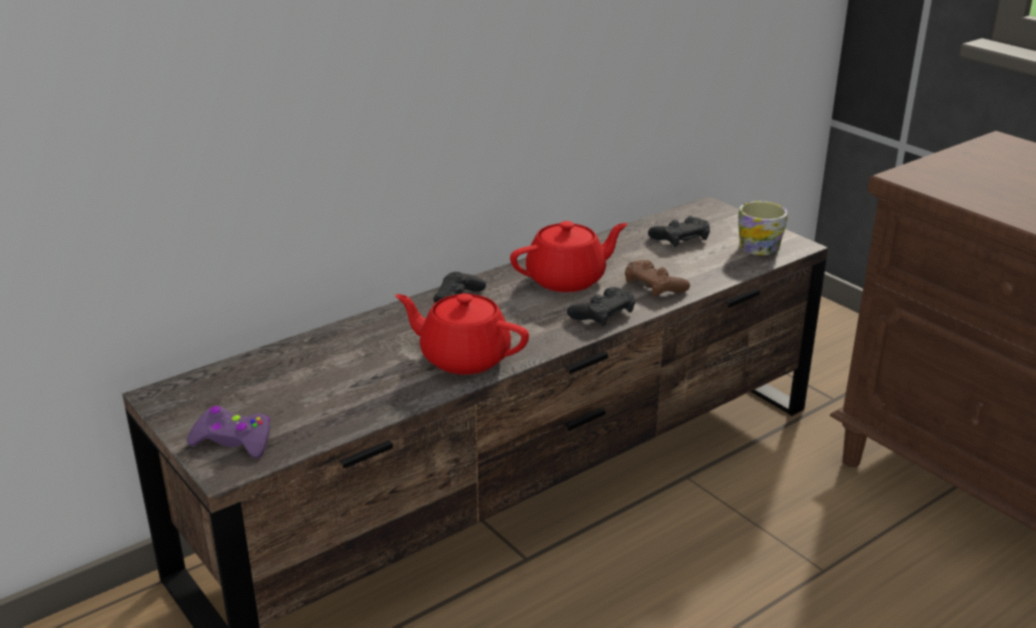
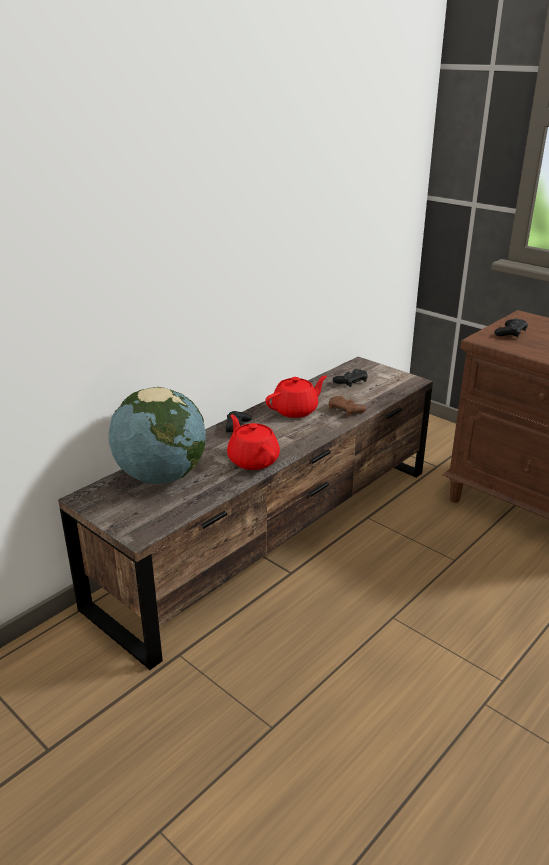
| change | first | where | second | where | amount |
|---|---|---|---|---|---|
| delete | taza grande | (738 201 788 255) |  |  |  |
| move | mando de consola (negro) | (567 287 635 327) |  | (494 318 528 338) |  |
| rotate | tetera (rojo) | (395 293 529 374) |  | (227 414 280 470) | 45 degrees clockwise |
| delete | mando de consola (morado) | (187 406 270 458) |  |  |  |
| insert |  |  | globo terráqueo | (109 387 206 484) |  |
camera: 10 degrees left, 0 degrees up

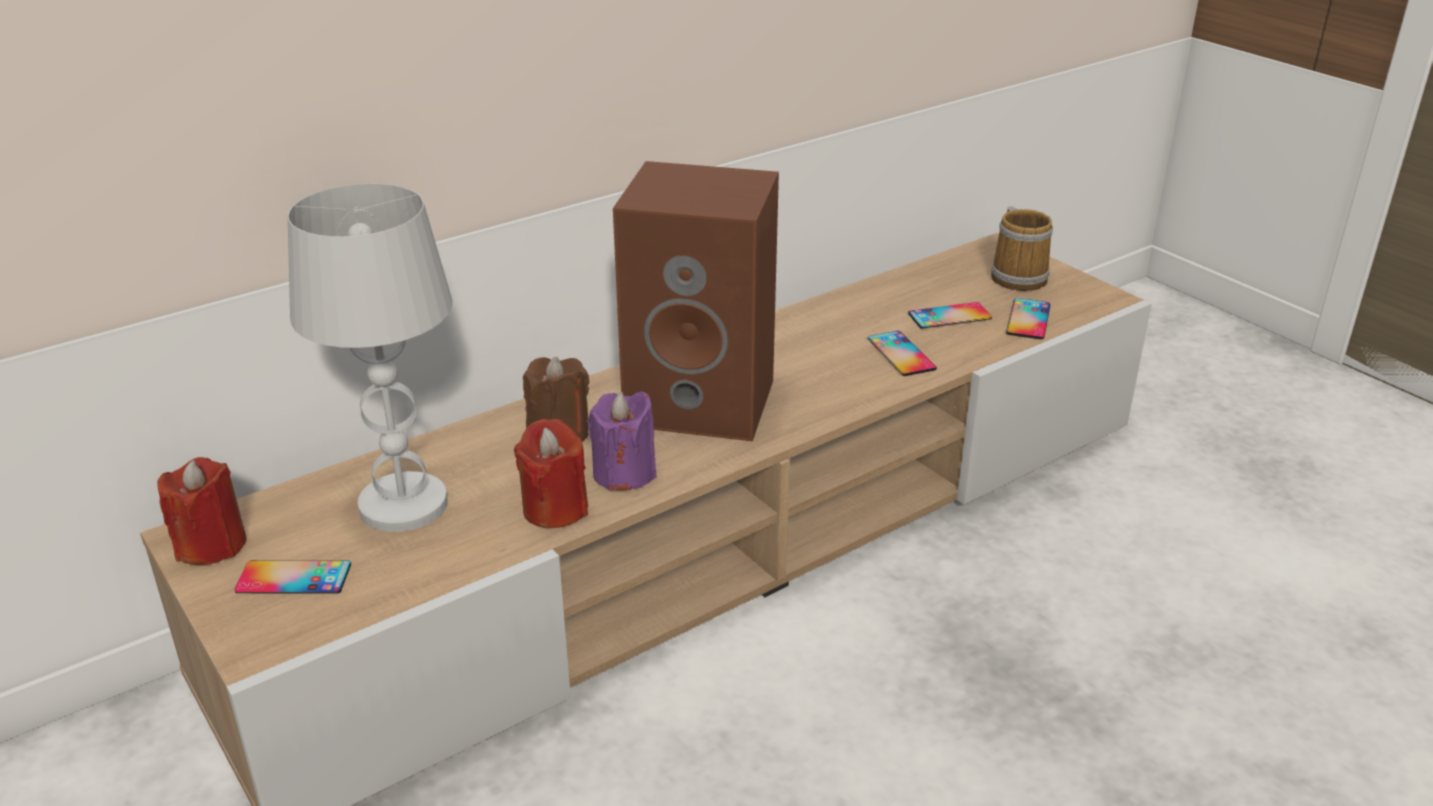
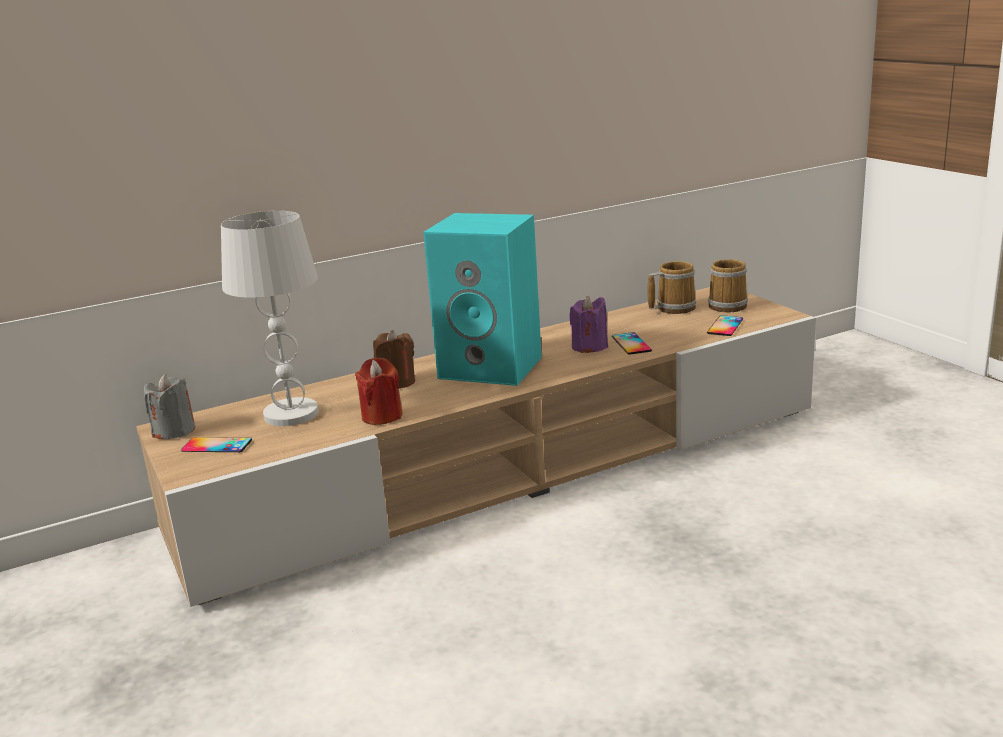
| change | first | where | second | where | amount |
|---|---|---|---|---|---|
| recolor | altavoz (marrón) | (613 161 779 441) | altavoz (turquesa) | (423 213 542 386) |  |
| delete | móvil | (908 302 992 329) |  |  |  |
| move | vela (morado) | (588 391 657 491) |  | (569 295 608 353) |  |
| recolor | vela (rojo) | (157 457 246 565) | vela (gris) | (144 374 195 439) |  |
| insert |  |  | taza grande | (647 261 696 314) |  |
camera: 10 degrees right, 10 degrees down

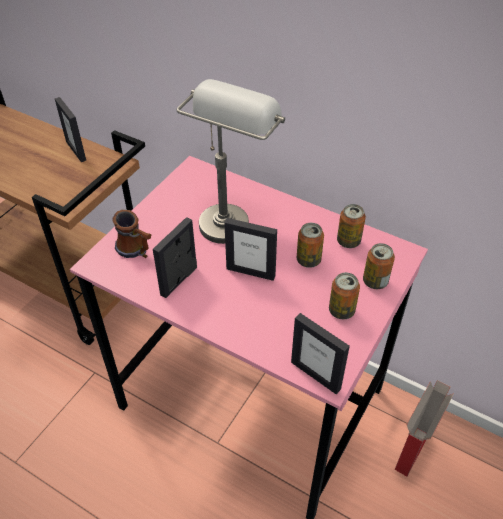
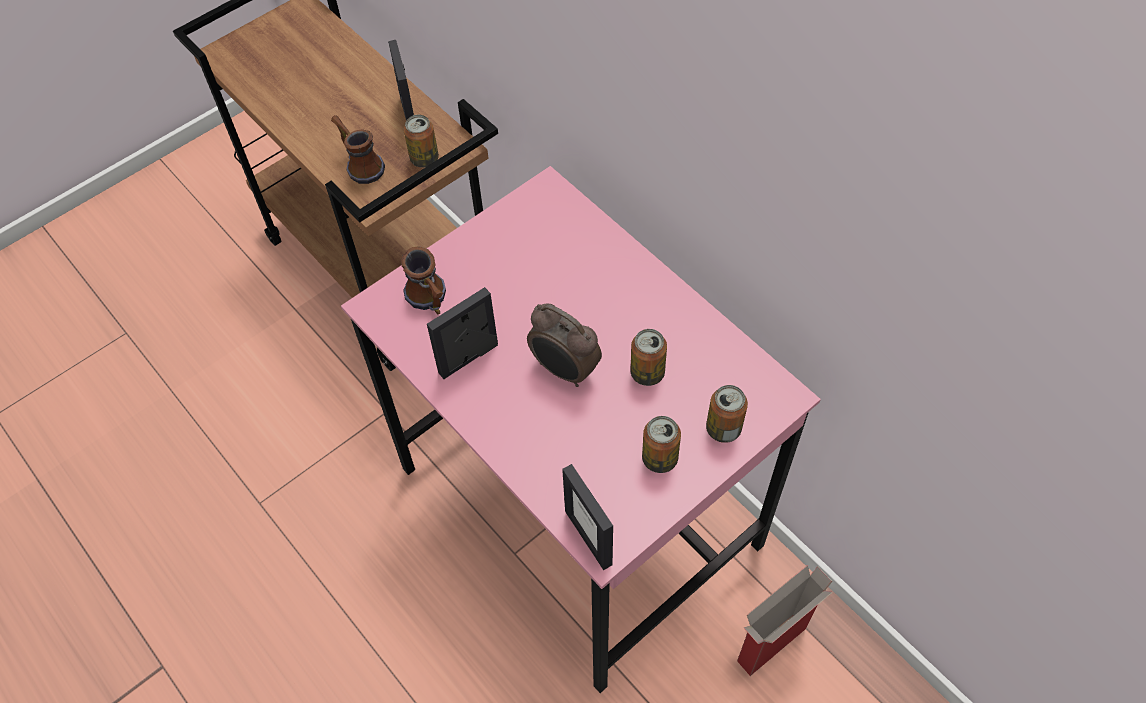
| change | first | where | second | where | amount |
|---|---|---|---|---|---|
| delete | lámpara de mesa (gris) | (177 79 285 244) |  |  |  |
| move | lata | (337 204 366 248) |  | (404 115 439 168) |  |
| replace | portarretratos | (224 218 277 281) | despertador | (527 303 602 387) |  |
| insert |  |  | taza grande | (331 115 385 184) |  |
camera: 20 degrees right, 10 degrees up

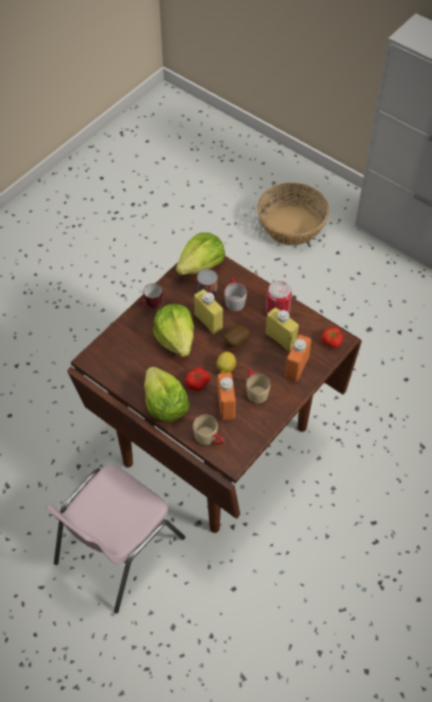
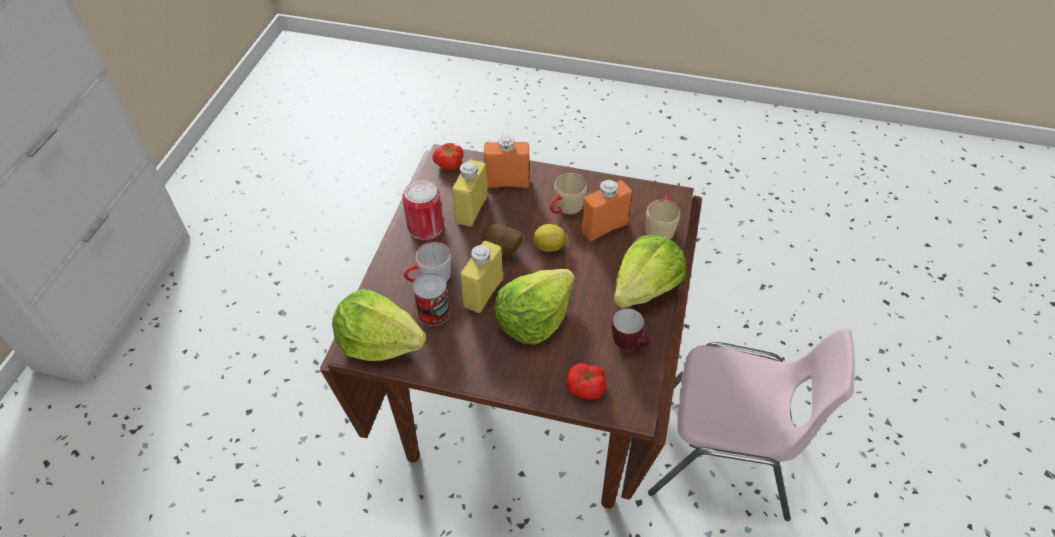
| change | first | where | second | where | amount |
|---|---|---|---|---|---|
| delete | cesta | (257 182 329 246) |  |  |  |
| move | taza grande | (140 283 163 309) |  | (612 308 650 350) |  |
| move | tomate | (185 367 210 391) |  | (566 363 607 400) |  |
camera: 115 degrees left, 5 degrees down

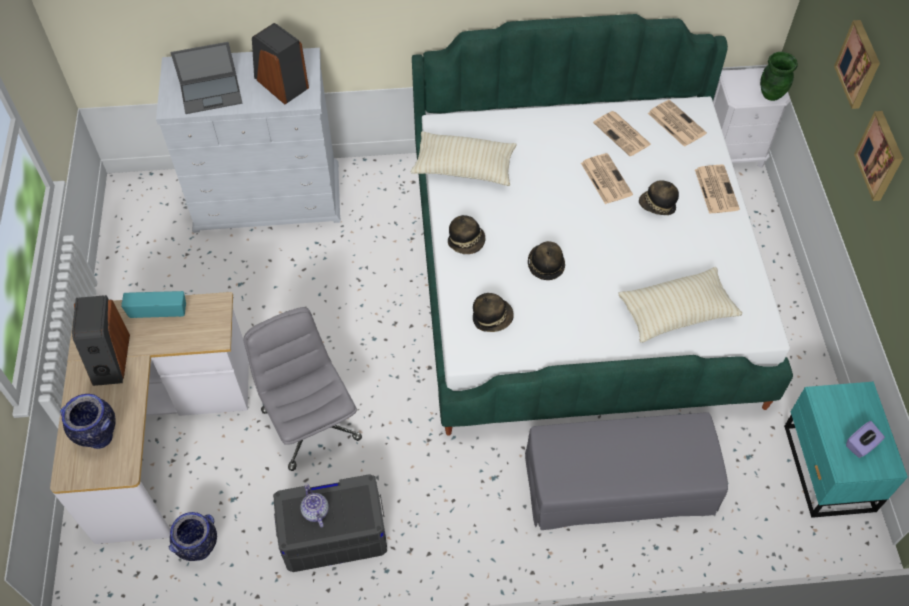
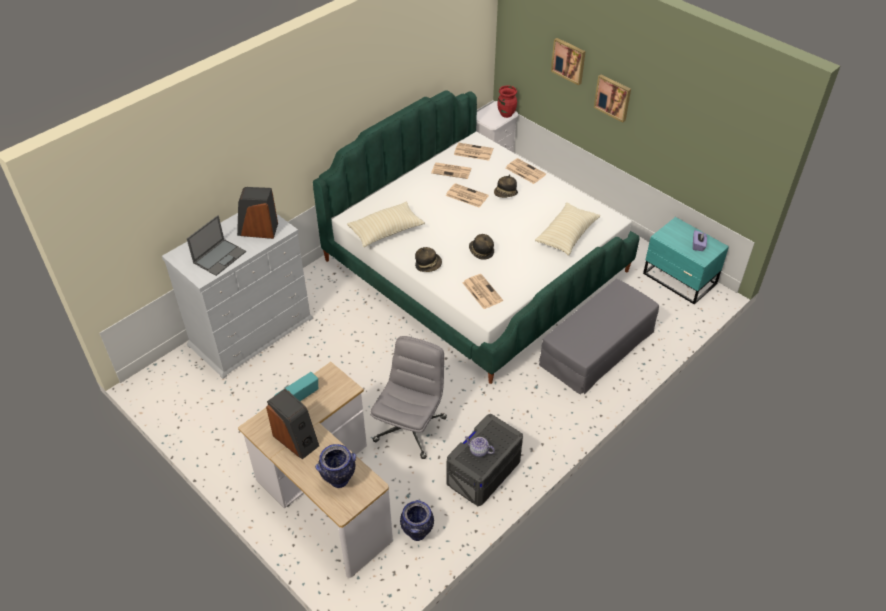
| change | first | where | second | where | amount |
|---|---|---|---|---|---|
| recolor | florero (verde) | (760 52 798 101) | florero (rojo) | (497 85 517 118) |  |
| replace | sombrero | (473 293 514 332) | periódico | (463 274 503 309) |  |
| rotate | silla de oficina (gris) | (244 307 362 471) |  | (370 336 447 459) | 90 degrees clockwise |
camera: 40 degrees left, 10 degrees down

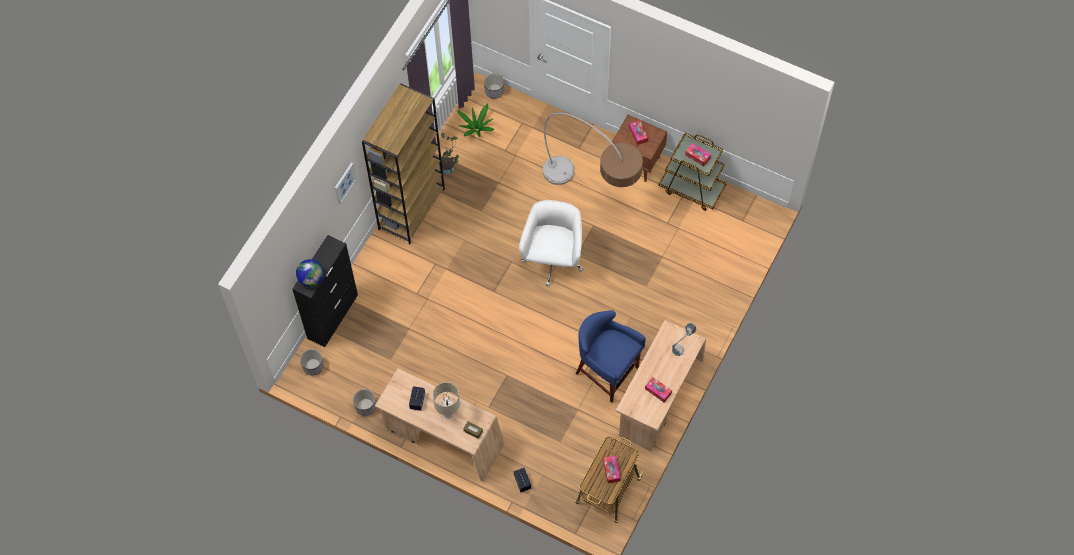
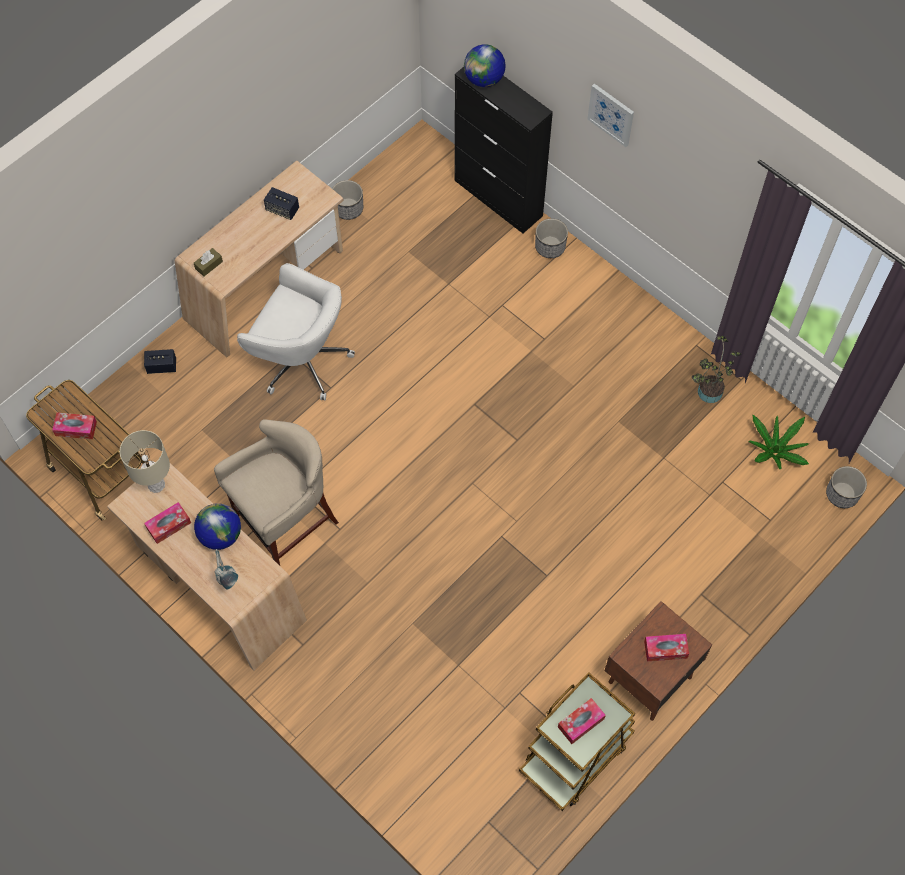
| change | first | where | second | where | amount |
|---|---|---|---|---|---|
| delete | estantería (marrón) | (362 83 445 244) |  |  |  |
| delete | lámpara de pie | (543 113 643 187) |  |  |  |
| move | silla de oficina (blanco) | (519 200 583 286) |  | (237 263 355 400) |  |
| recolor | taburete (azul) | (575 310 646 403) | taburete (beis) | (214 419 339 566) |  |
| move | maceta | (300 349 324 375) |  | (535 218 568 258) |  |
| move | lámpara de mesa (beis) | (433 382 460 419) |  | (120 430 170 493) |  |
| insert |  |  | globo terráqueo | (194 503 241 550) |  |
camera: 105 degrees right, 0 degrees up

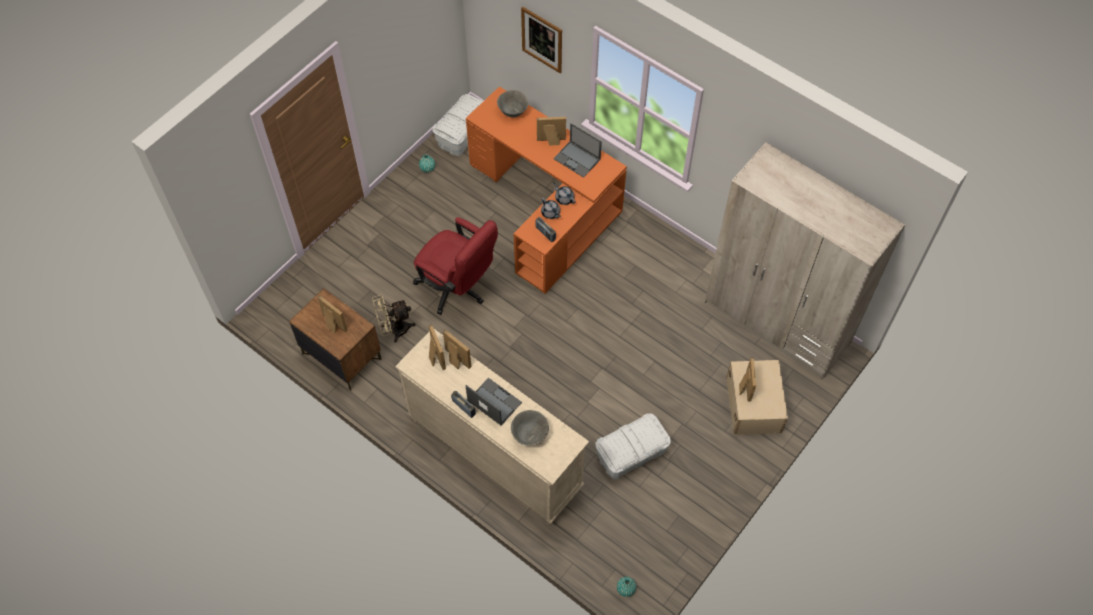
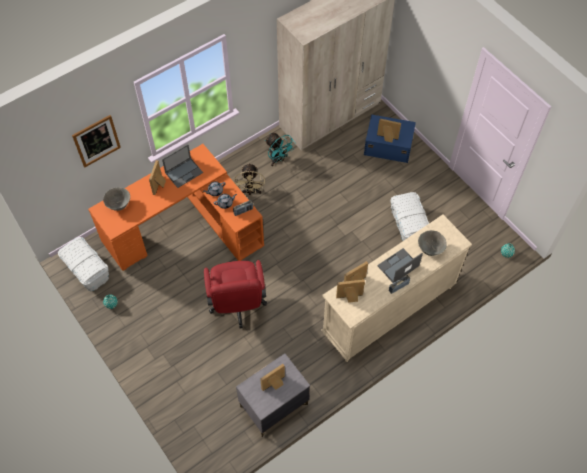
| change | first | where | second | where | amount |
|---|---|---|---|---|---|
| rotate | silla de oficina (rojo) | (413 217 498 315) |  | (204 260 267 328) | 120 degrees clockwise |
| recolor | mesita de noche (marrón) | (289 288 382 391) | mesita de noche (gris) | (236 353 310 437) |  |
| move | ventilador (beis) | (372 294 416 343) |  | (234 163 265 195) |  |
| recolor | caja de almacenaje (beis) | (726 360 788 435) | caja de almacenaje (azul) | (364 114 416 163) |  |
| insert |  |  | ventilador (turquesa) | (265 133 296 166) |  |
camera: 75 degrees left, 0 degrees up

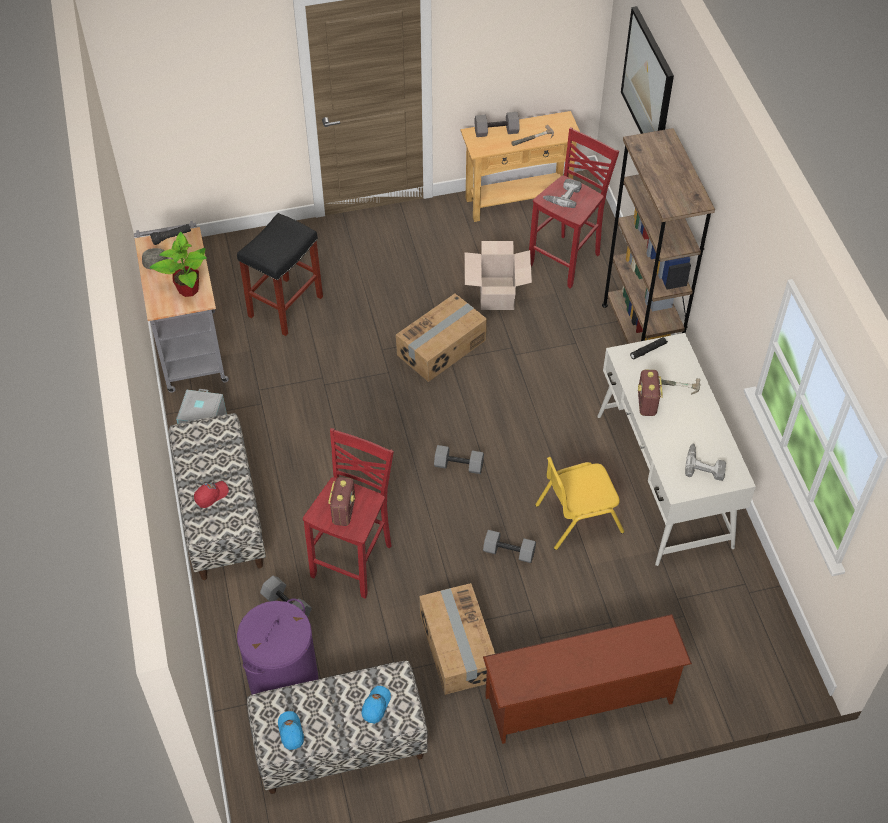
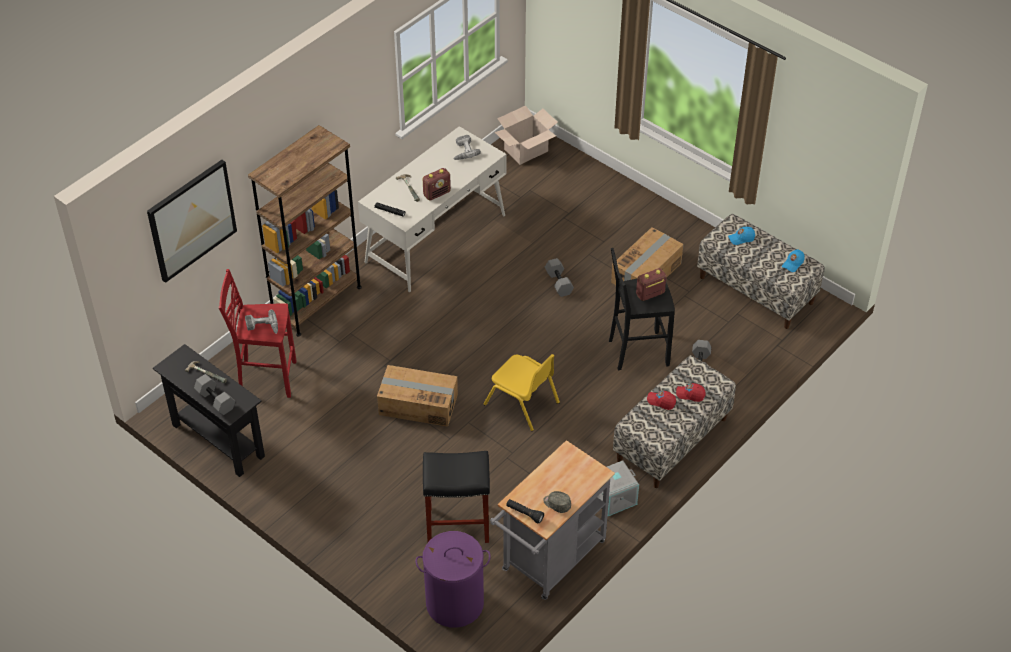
| change | first | where | second | where | amount |
|---|---|---|---|---|---|
| recolor | mesa consola (beis) | (460 111 580 222) | mesa consola (negro) | (153 344 265 477) |  |
| delete | planta en maceta | (150 232 207 297) |  |  |  |
| move | caja de cartón | (465 241 532 310) |  | (495 105 558 165) |  |
| recolor | taburete (rojo) | (303 428 394 599) | taburete (negro) | (609 248 675 371) |  |
| delete | mancuerna (gris) | (434 445 484 474) |  |  |  |
| move | silla (amarillo) | (535 457 624 550) |  | (484 354 560 431) |  |
| move | cesto de la ropa (morado) | (237 598 318 695) |  | (415 531 491 628) |  |
| delete | zapatero (marrón) | (483 614 692 744) |  |  |  |
| insert |  |  | gorra (rojo) | (647 391 676 410) |  |
camera: 125 degrees left, 5 degrees down

